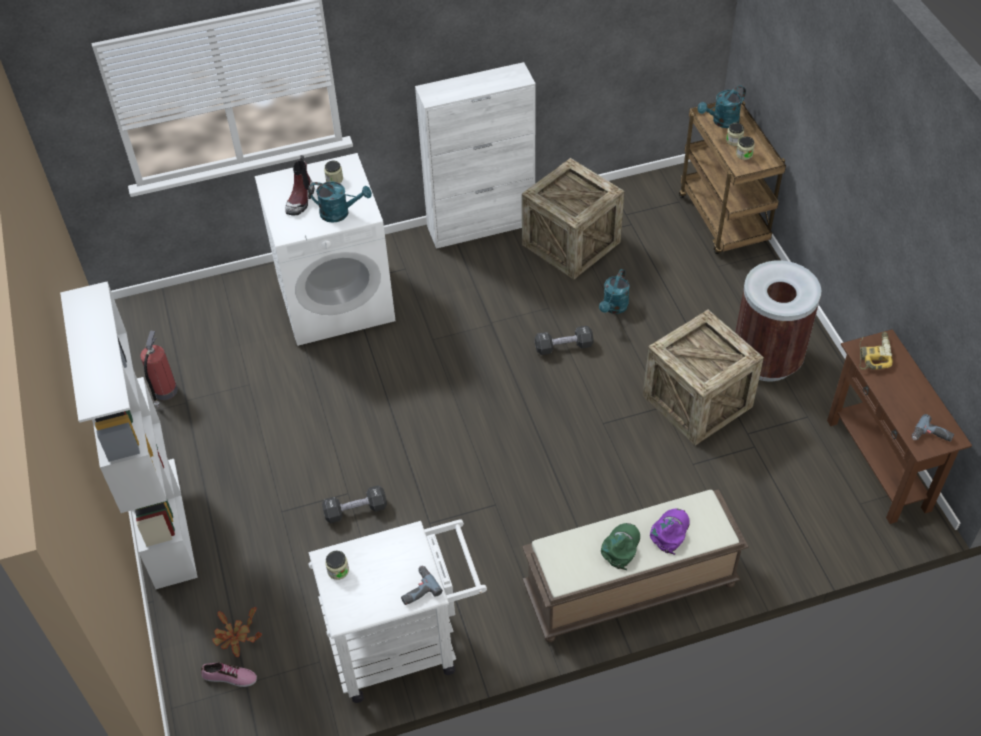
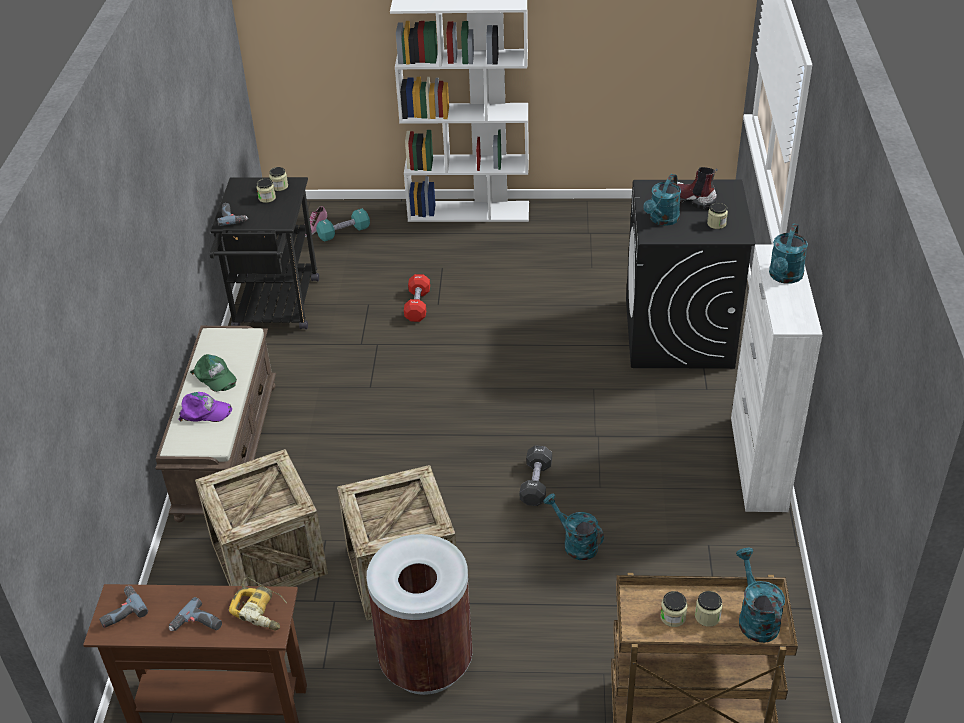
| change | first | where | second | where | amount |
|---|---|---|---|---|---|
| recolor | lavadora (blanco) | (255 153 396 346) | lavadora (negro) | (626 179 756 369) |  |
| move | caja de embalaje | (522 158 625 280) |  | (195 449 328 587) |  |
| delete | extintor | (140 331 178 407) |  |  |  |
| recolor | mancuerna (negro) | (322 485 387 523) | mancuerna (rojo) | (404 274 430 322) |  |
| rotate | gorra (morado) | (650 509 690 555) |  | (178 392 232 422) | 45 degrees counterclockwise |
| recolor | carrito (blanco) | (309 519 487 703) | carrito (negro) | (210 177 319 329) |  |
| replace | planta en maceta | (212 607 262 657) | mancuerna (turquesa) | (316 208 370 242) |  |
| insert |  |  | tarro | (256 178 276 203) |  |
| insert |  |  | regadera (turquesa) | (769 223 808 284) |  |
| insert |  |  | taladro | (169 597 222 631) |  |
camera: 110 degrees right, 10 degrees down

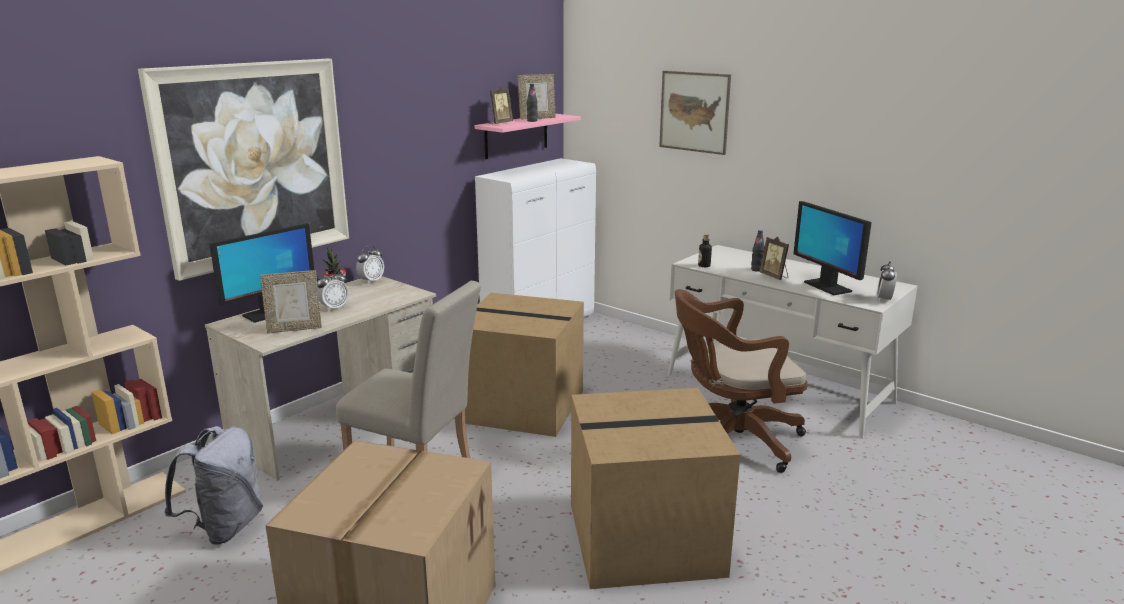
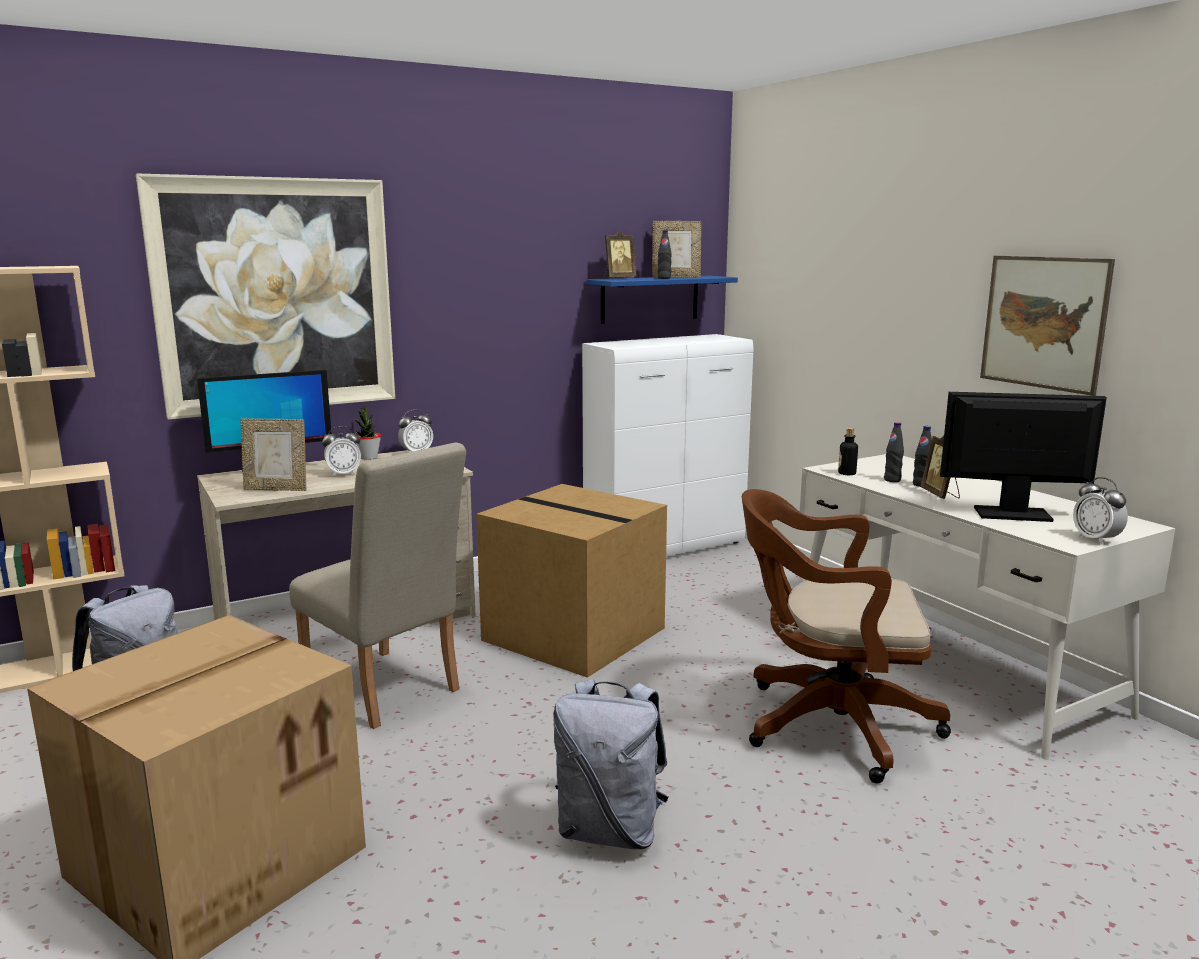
| change | first | where | second | where | amount |
|---|---|---|---|---|---|
| move | cuadro | (659 71 731 155) |  | (980 256 1115 396) |  |
| recolor | estante (rosa) | (475 114 581 159) | estante (azul) | (586 276 738 324) |  |
| rotate | monitor | (793 201 872 295) |  | (940 392 1107 522) | 105 degrees clockwise |
| rotate | despertador | (876 261 897 302) |  | (1073 477 1128 545) | 60 degrees counterclockwise |
| replace | caja de cartón | (571 388 740 589) | mochila (gris) | (553 679 669 849) |  |
| insert |  |  | botella (negro) | (884 422 904 482) |  |
camera: 20 degrees right, 5 degrees down

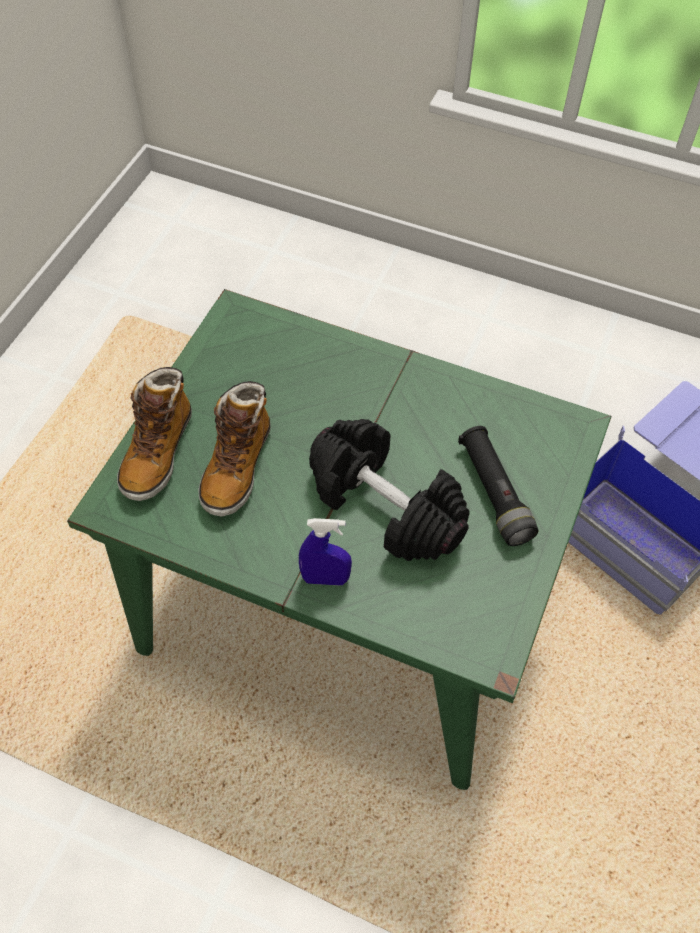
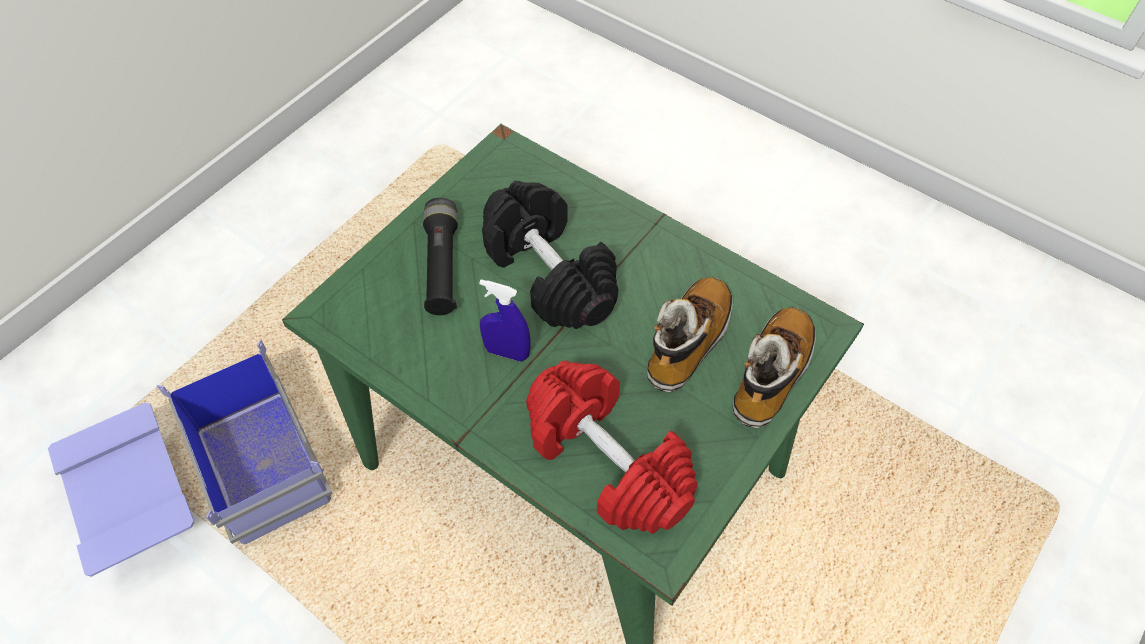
| change | first | where | second | where | amount |
|---|---|---|---|---|---|
| move | pulverizador (azul) | (299 518 352 585) |  | (479 279 530 362) |  |
| insert |  |  | mancuerna (rojo) | (526 361 698 534) |  |
camera: 165 degrees left, 0 degrees up

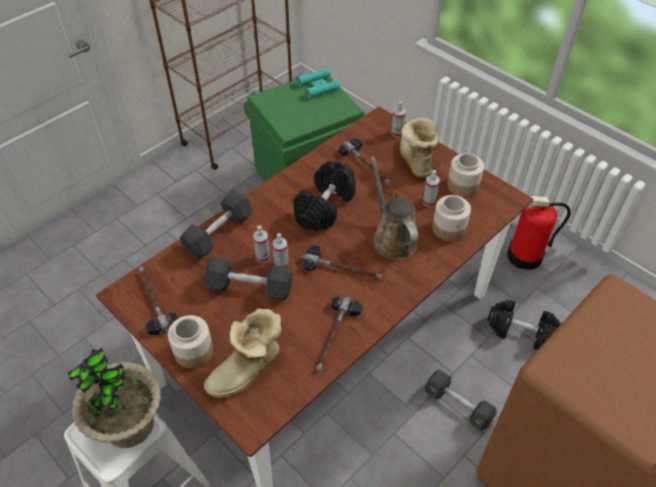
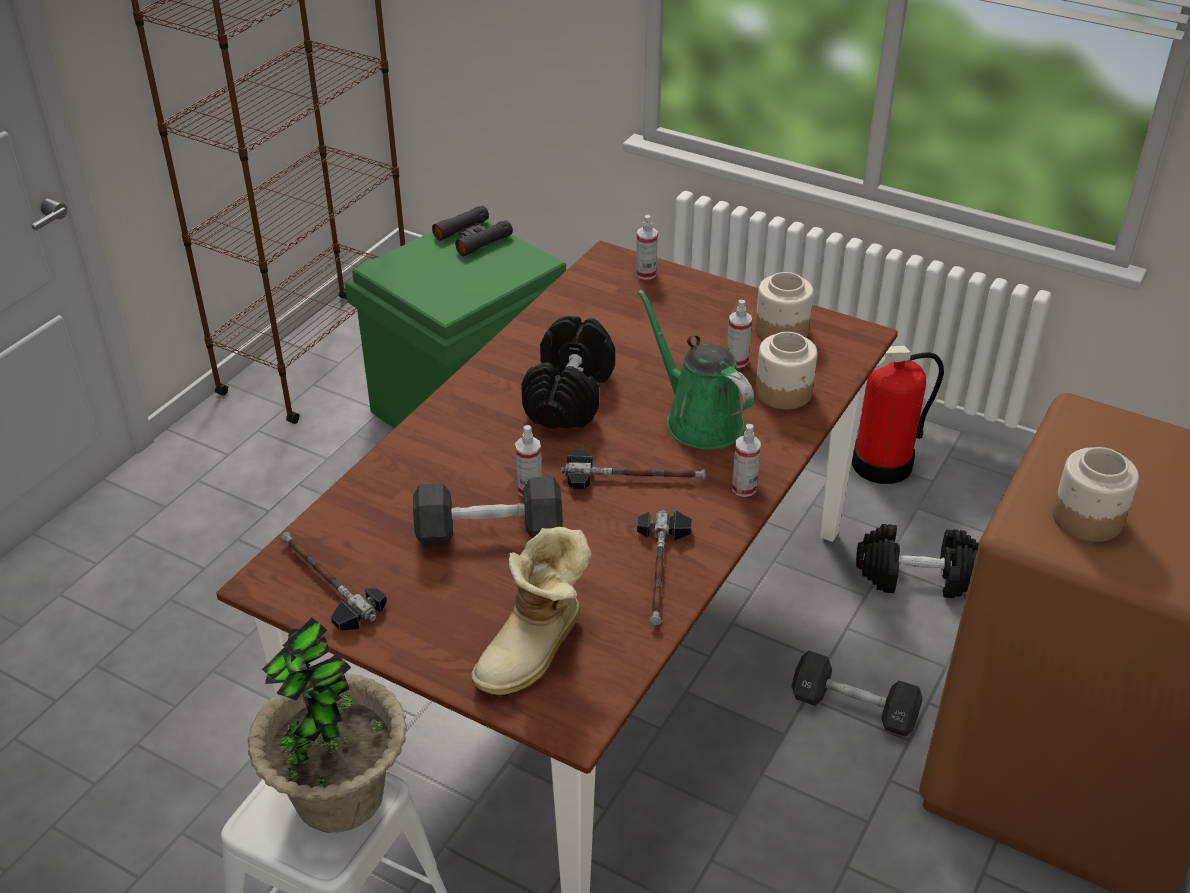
| change | first | where | second | where | amount |
|---|---|---|---|---|---|
| recolor | prismáticos (turquesa) | (297 68 340 98) | prismáticos (negro) | (432 205 513 256) |  |
| delete | bota | (400 118 439 178) |  |  |  |
| delete | martillo | (338 138 391 185) |  |  |  |
| recolor | regadera (marrón) | (371 156 418 260) | regadera (verde) | (638 290 754 449) |  |
| delete | mancuerna (negro) | (180 190 253 259) |  |  |  |
| move | pulverizador | (253 226 270 263) |  | (732 424 761 497) |  |
| move | tarro | (168 315 213 368) |  | (1052 447 1139 542) |  |
camera: 15 degrees left, 10 degrees down

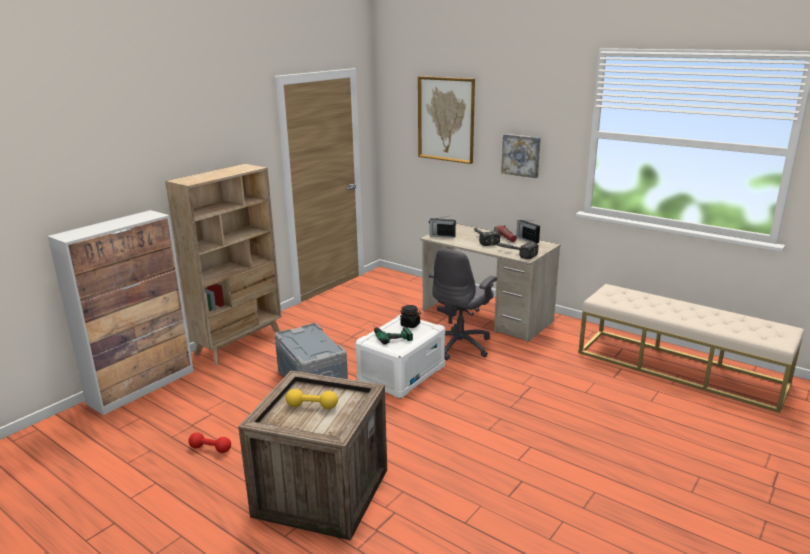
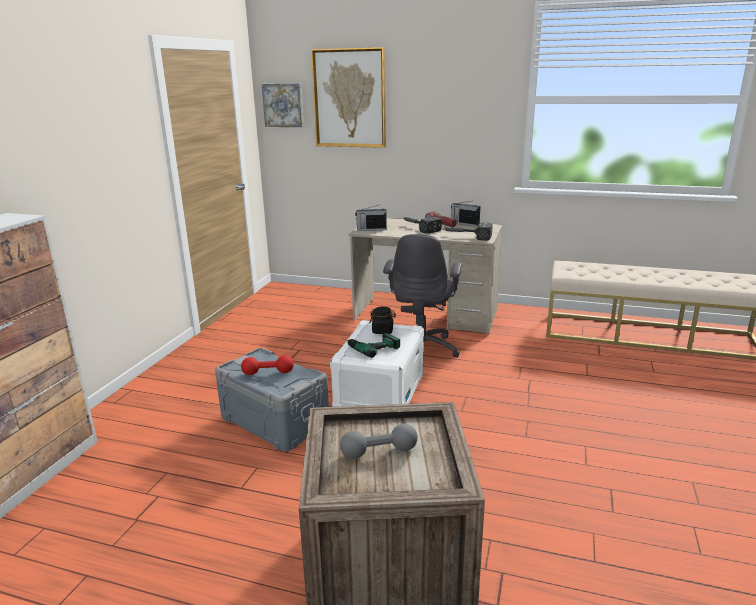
| change | first | where | second | where | amount |
|---|---|---|---|---|---|
| move | cuadro | (501 134 541 178) |  | (262 83 304 127) |  |
| delete | estantería (beis) | (165 164 282 365) |  |  |  |
| recolor | mancuerna (amarillo) | (286 389 338 409) | mancuerna (gris) | (340 424 418 459) |  |
| move | mancuerna (rojo) | (188 432 231 453) |  | (241 355 294 375) |  |
camera: 20 degrees left, 0 degrees up

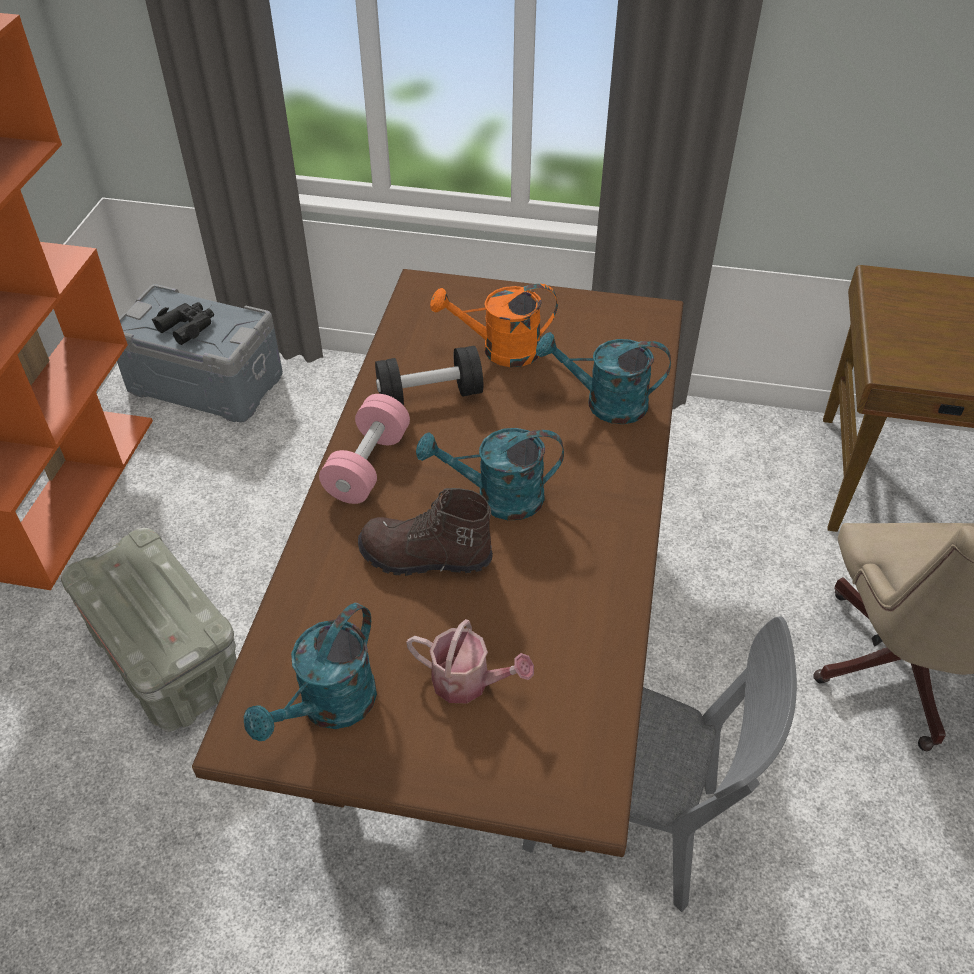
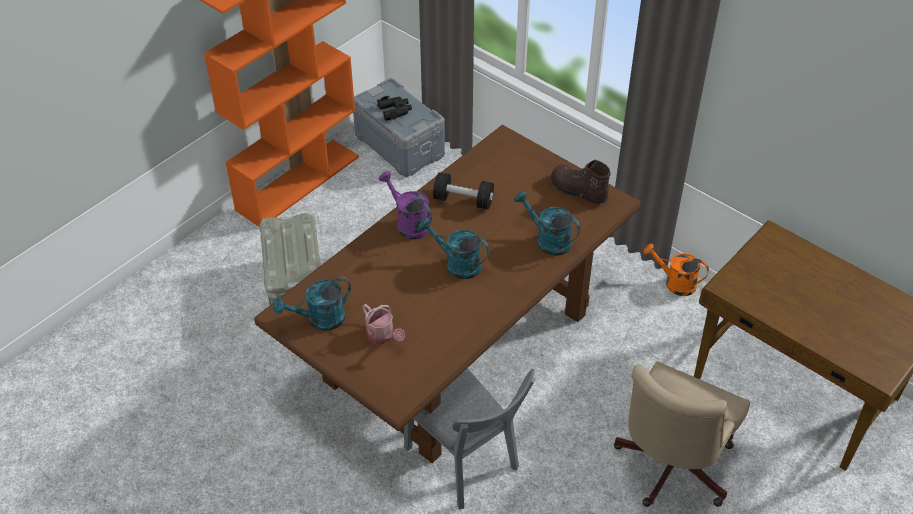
| change | first | where | second | where | amount |
|---|---|---|---|---|---|
| move | regadera (naranja) | (430 284 558 367) |  | (644 243 709 296) |  |
| replace | mancuerna (rosa) | (319 394 410 504) | regadera (morado) | (379 171 432 240) |  |
| move | bota (marrón) | (358 488 493 576) |  | (551 160 611 204) |  |
camera: 30 degrees right, 0 degrees up

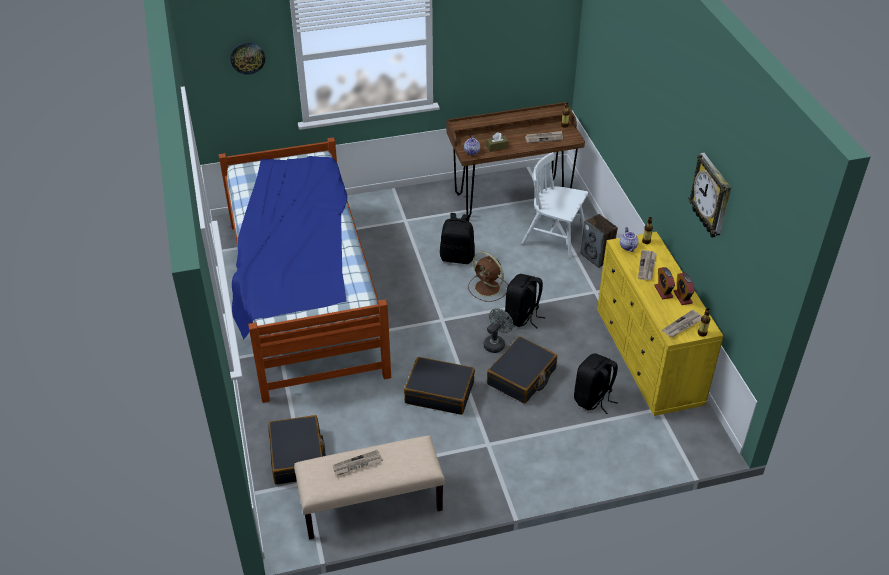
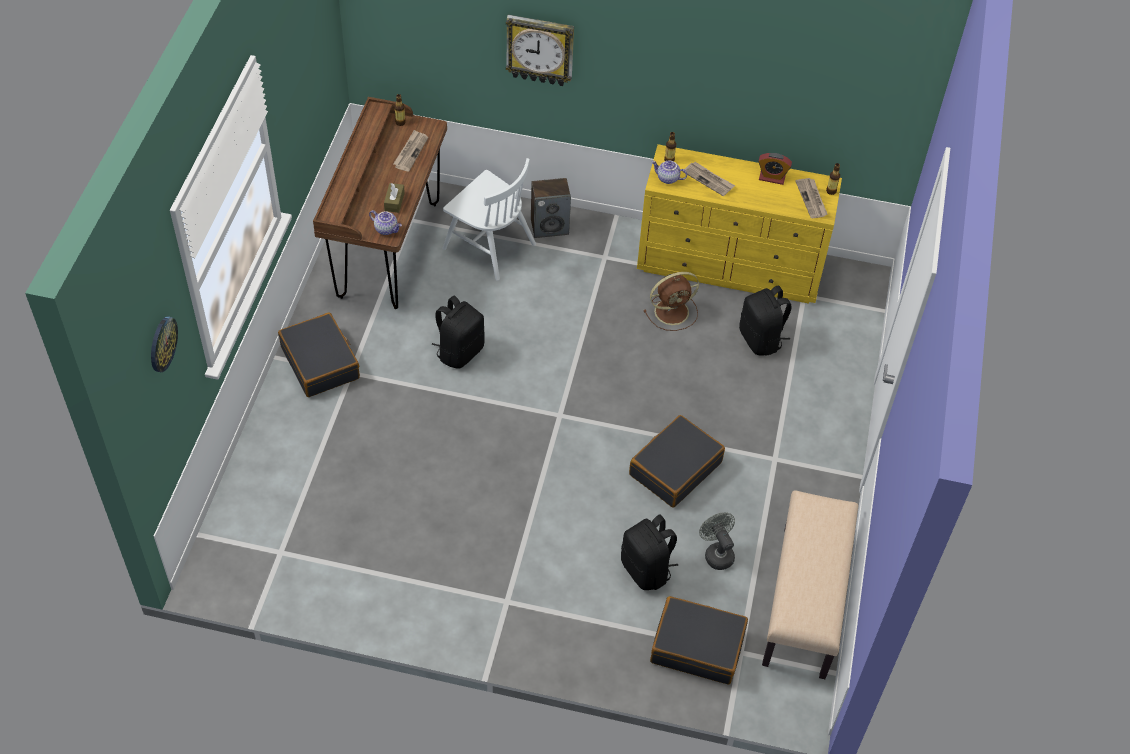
| change | first | where | second | where | amount |
|---|---|---|---|---|---|
| delete | cama | (219 137 391 403) |  |  |  |
| rotate | silla (blanco) | (522 152 588 258) |  | (442 158 536 281) | 105 degrees counterclockwise |
| move | reloj de pared | (689 153 731 238) |  | (506 15 574 86) |  |
| move | ventilador (marrón) | (468 251 508 302) |  | (644 272 699 331) |  |
| delete | despertador | (654 267 675 299) |  |  |  |
| move | mochila (negro) | (505 274 545 328) |  | (621 514 679 590) |  |
| move | ventilador (gris) | (483 308 513 353) |  | (699 512 735 570) |  |
| move | maleta (negro) | (487 336 557 404) |  | (278 312 360 397) |  |
| delete | periódico | (333 450 383 476) |  |  |  |
camera: 65 degrees left, 10 degrees up

